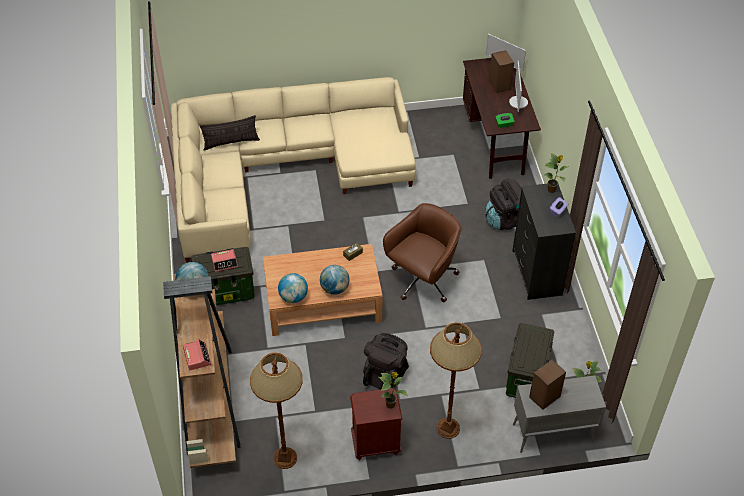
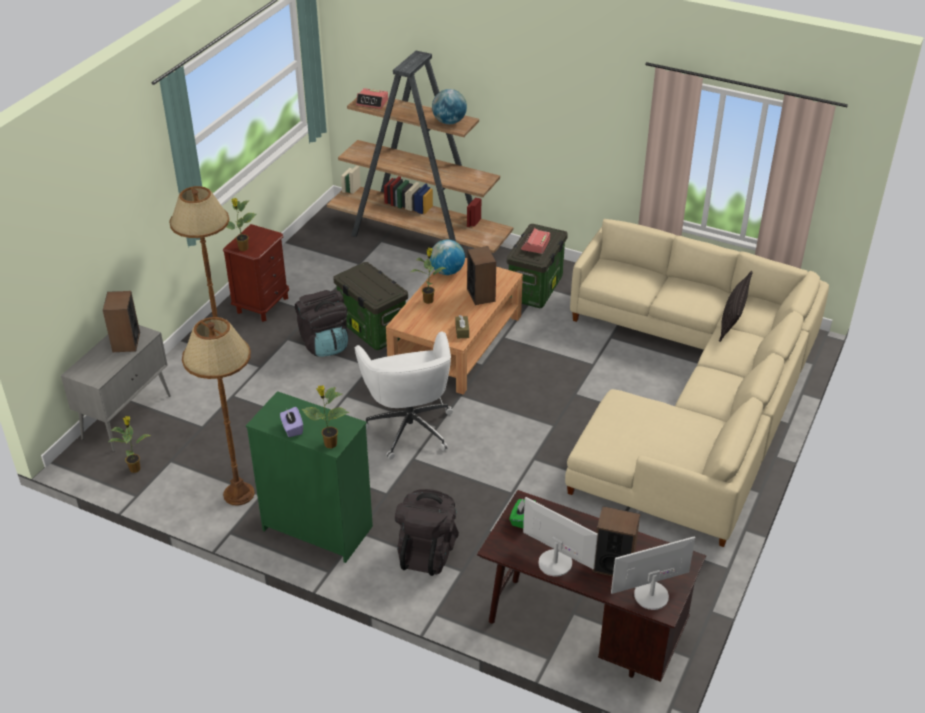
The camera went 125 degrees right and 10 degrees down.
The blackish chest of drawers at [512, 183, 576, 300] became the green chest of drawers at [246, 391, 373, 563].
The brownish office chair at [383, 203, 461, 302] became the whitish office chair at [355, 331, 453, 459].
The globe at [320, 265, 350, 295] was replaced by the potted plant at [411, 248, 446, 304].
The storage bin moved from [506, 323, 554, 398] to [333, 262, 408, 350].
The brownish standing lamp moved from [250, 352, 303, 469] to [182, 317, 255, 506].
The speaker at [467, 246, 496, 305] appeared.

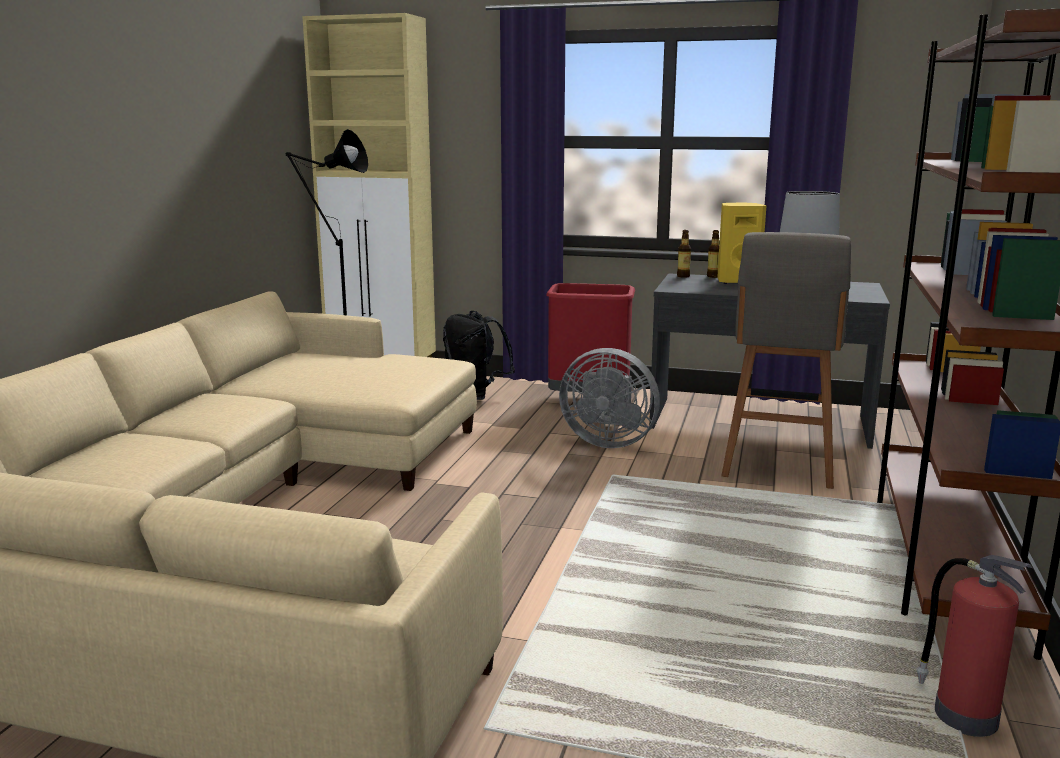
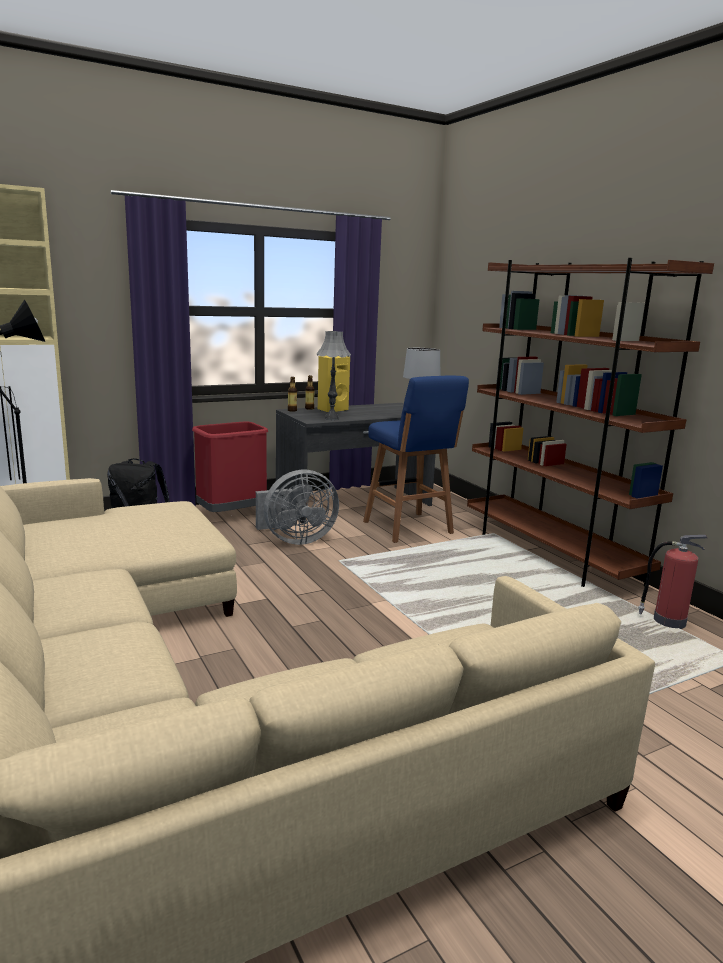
The camera went 45 degrees left and 0 degrees up.
The greyish stool at [721, 232, 851, 489] became the bluish stool at [363, 376, 469, 543].
The greyish table lamp at [317, 331, 351, 420] appeared.

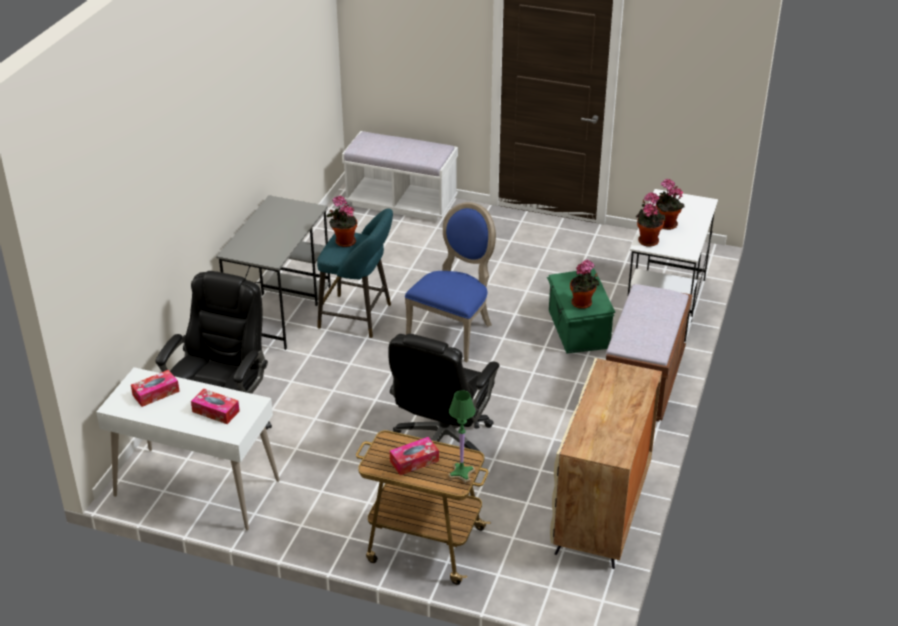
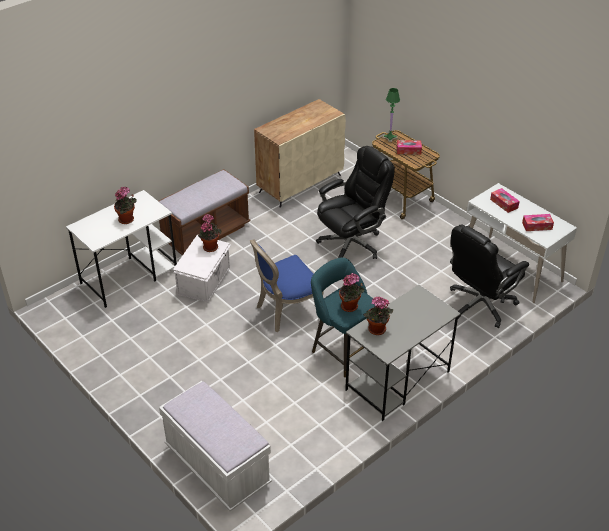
The camera went 150 degrees left and 5 degrees up.
The potted plant moved from [636, 192, 665, 247] to [363, 296, 393, 335].
The green storage bin at [547, 268, 615, 354] became the whitish storage bin at [173, 234, 231, 302].

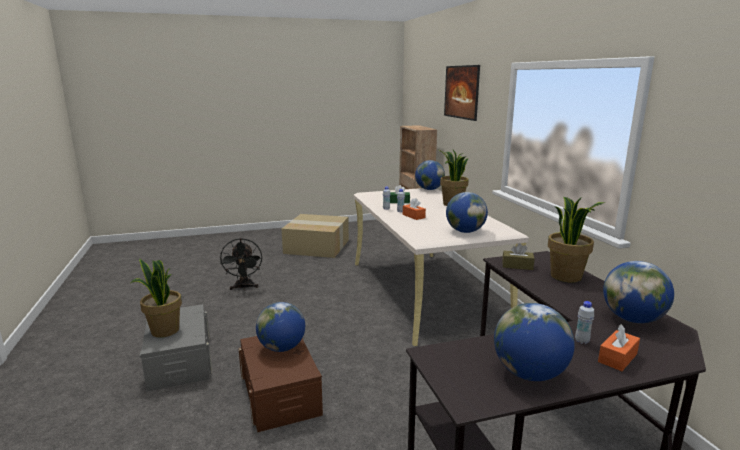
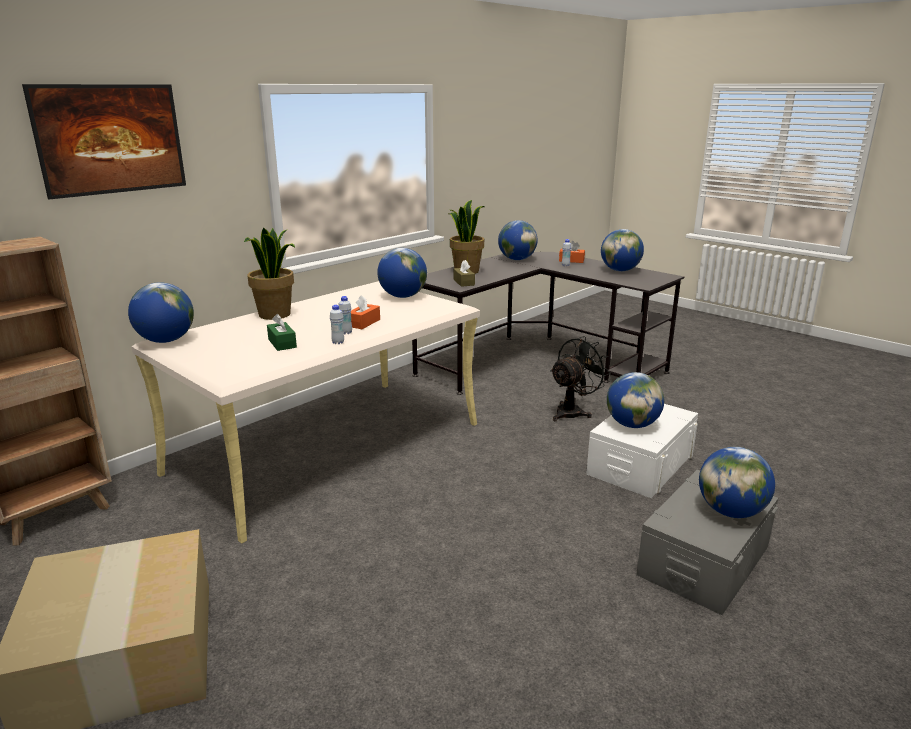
The camera went 120 degrees left and 5 degrees up.
The blackish electric fan moved from [220, 238, 262, 290] to [550, 336, 611, 421].
The potted plant at [131, 259, 182, 338] was replaced by the globe at [699, 447, 775, 518].
The brownish storage bin at [239, 336, 323, 432] became the whitish storage bin at [586, 404, 698, 498].

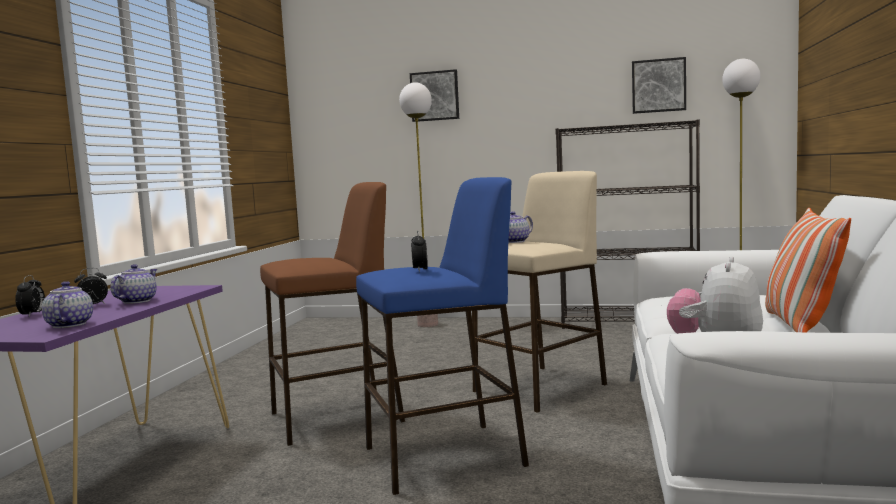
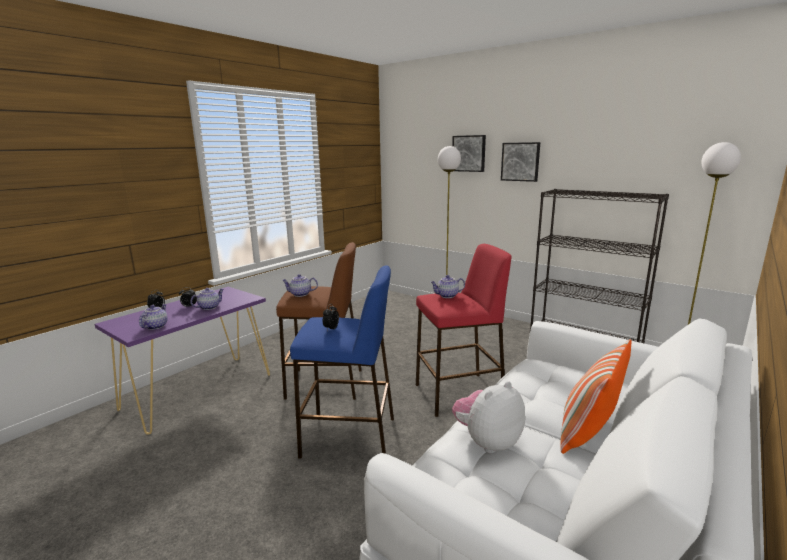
The camera went 25 degrees right and 10 degrees up.
The picture moved from [632, 57, 686, 114] to [501, 142, 540, 182].
The beige stool at [472, 171, 607, 413] became the red stool at [416, 244, 512, 417].
The tea pot at [282, 274, 318, 297] appeared.

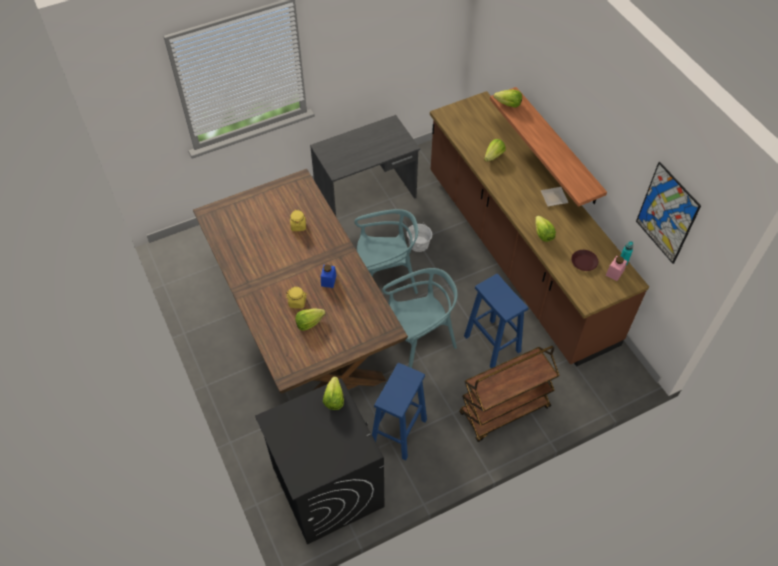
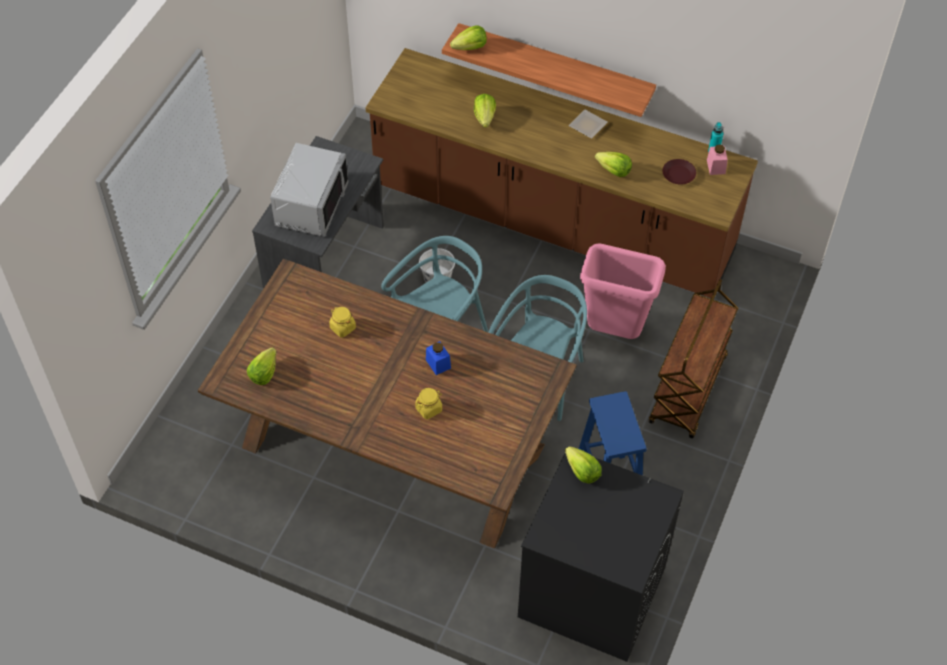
The camera went 40 degrees left and 0 degrees up.
The picture at [636, 162, 701, 264] disappeared.
The bluish stool at [464, 274, 528, 368] was replaced by the pink-coloured rubbish bin at [580, 243, 666, 339].
The head of lettuce moved from [295, 308, 326, 331] to [247, 347, 277, 385].
The greyish microwave at [270, 143, 348, 237] appeared.

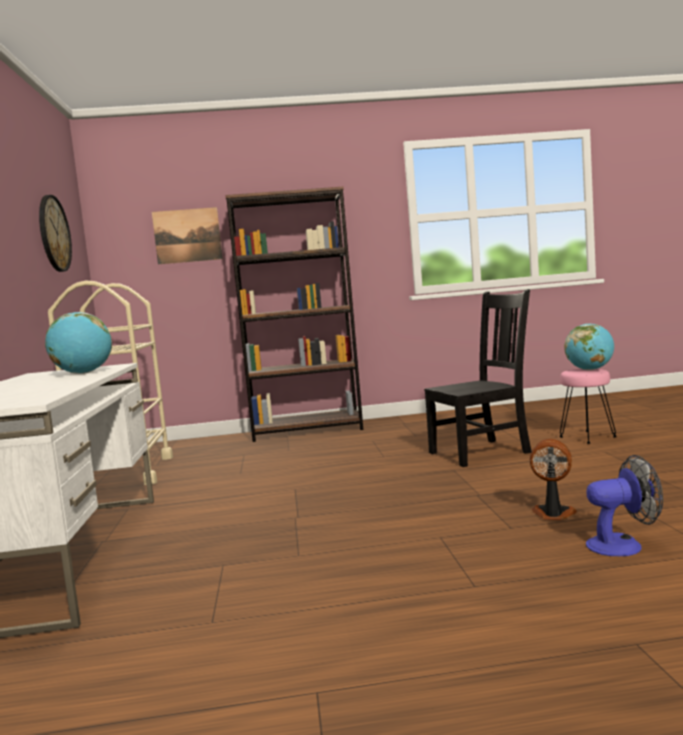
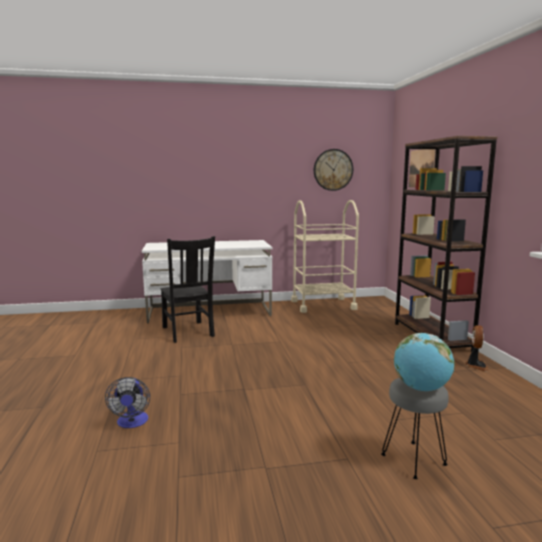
The camera went 85 degrees right and 5 degrees up.
The blackish chair moved from [424, 289, 532, 467] to [161, 236, 215, 343].
The globe at [45, 312, 112, 374] disappeared.
The pink-coloured stool at [560, 369, 617, 444] became the greyish stool at [381, 378, 449, 479].
The electric fan moved from [530, 439, 577, 520] to [465, 325, 489, 371].

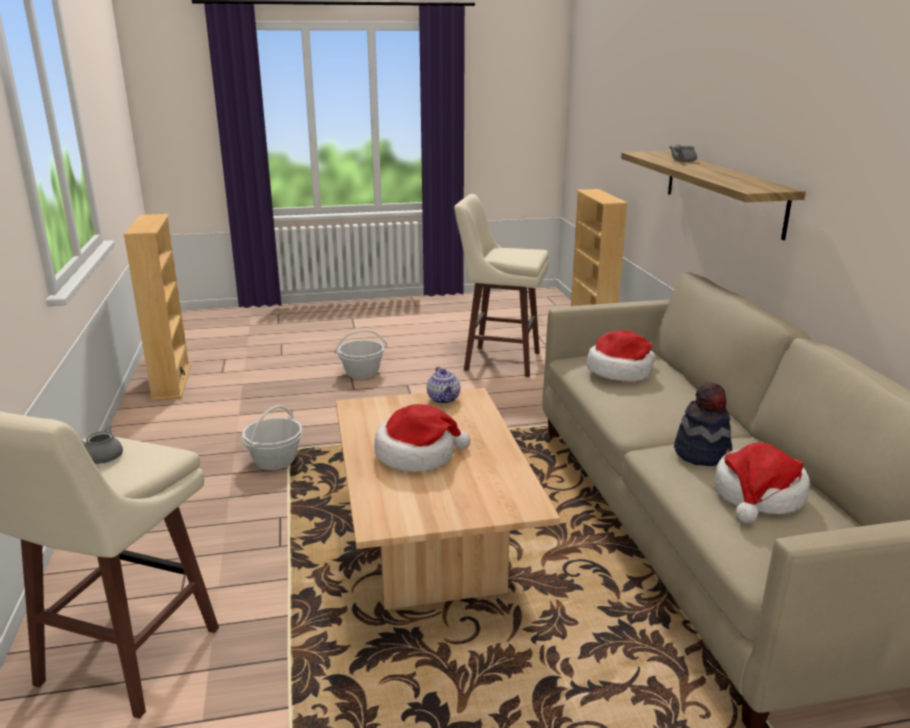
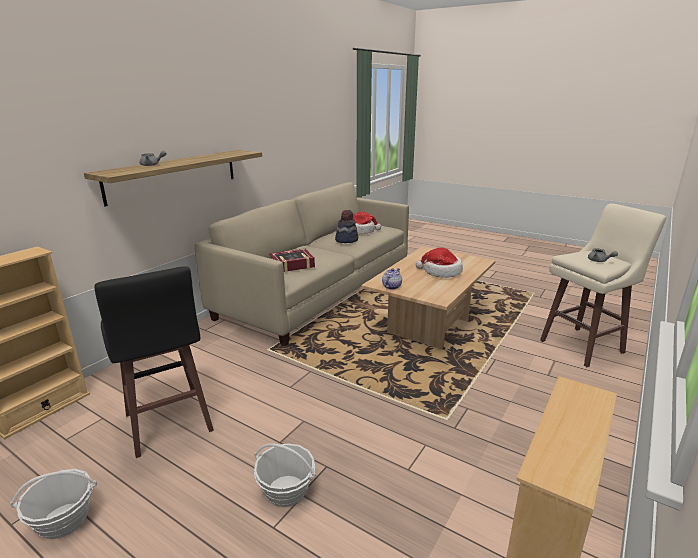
The camera went 135 degrees left and 0 degrees up.
The beige stool at [454, 194, 549, 377] became the blackish stool at [94, 266, 214, 458].
The wearable hat at [587, 330, 656, 382] was replaced by the volume at [269, 249, 315, 272].
The storage basket moved from [242, 405, 302, 470] to [10, 469, 97, 539].

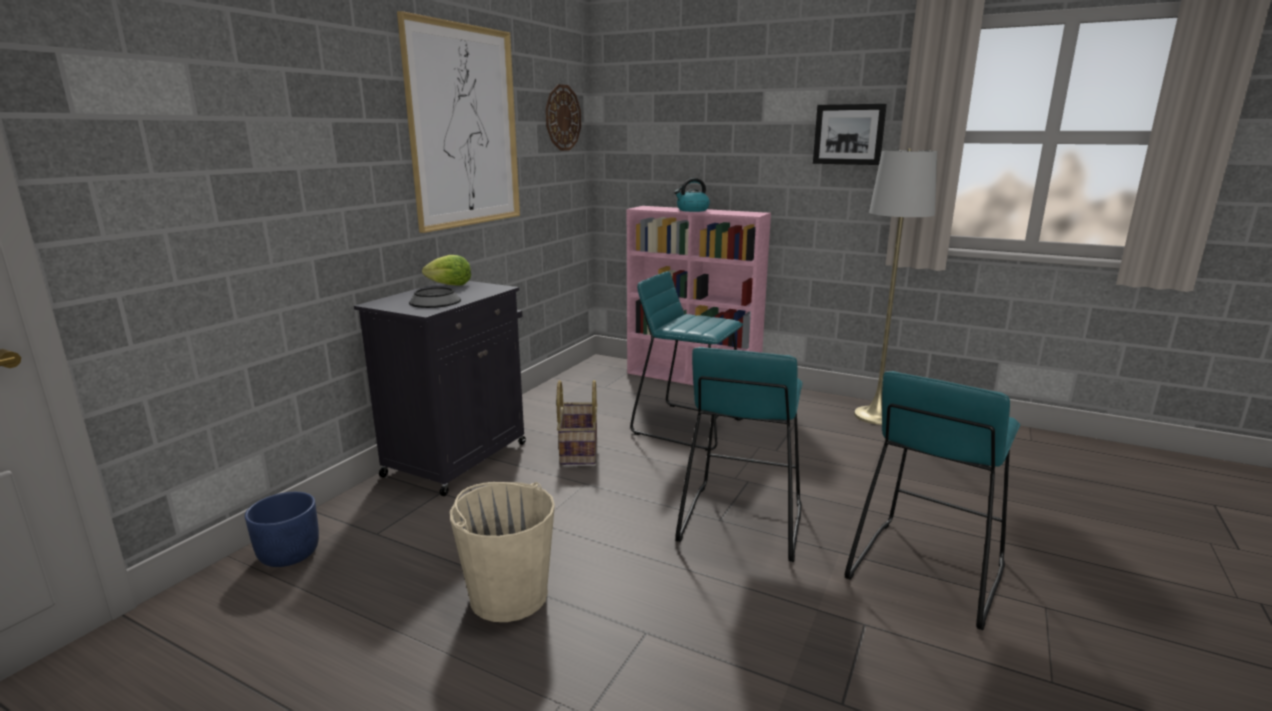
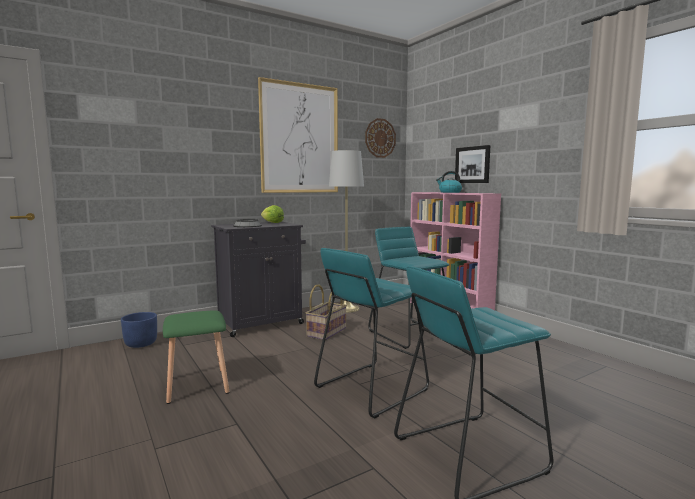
The camera went 30 degrees right and 10 degrees down.
The picture moved from [813, 104, 887, 165] to [455, 145, 490, 183].
The greyish standing lamp moved from [854, 149, 937, 425] to [329, 150, 364, 313].
The beige pail at [450, 482, 555, 622] was replaced by the green stool at [163, 310, 230, 404].

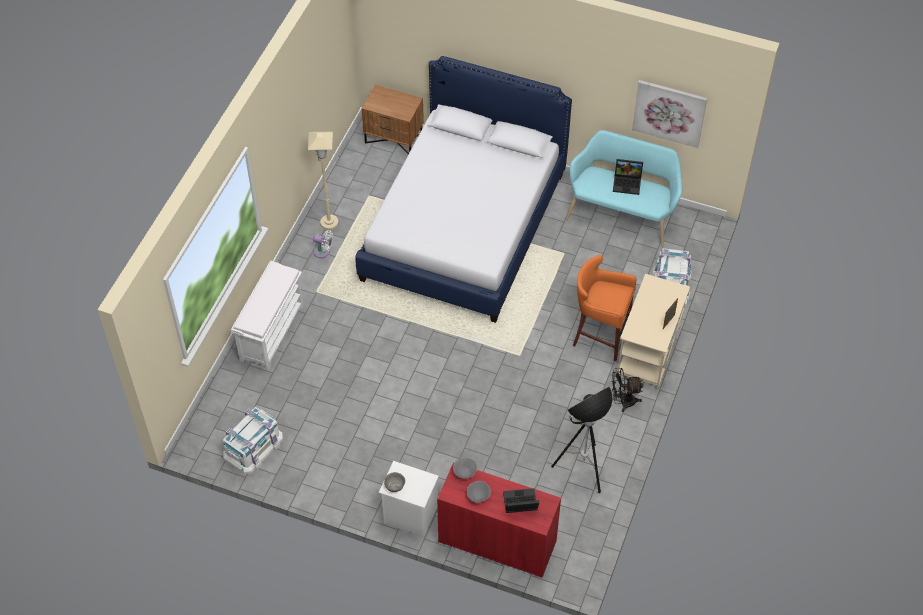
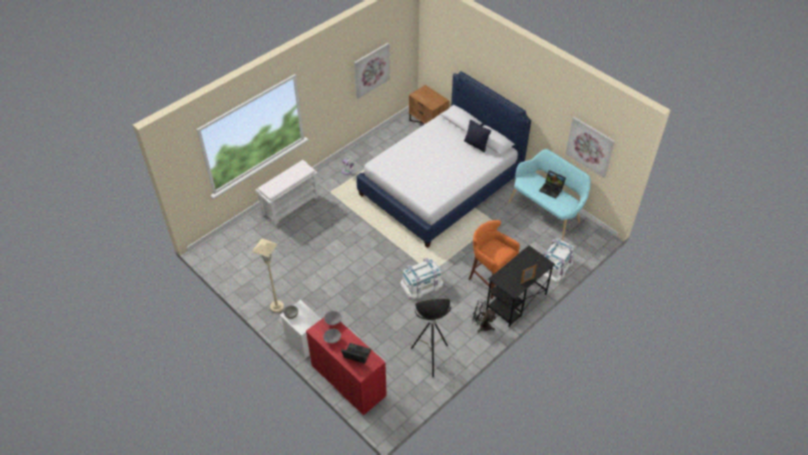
The camera went 25 degrees right and 5 degrees down.
The beige standing lamp moved from [308, 132, 338, 230] to [252, 238, 284, 313].
The beige desk unit at [617, 274, 690, 390] became the blackish desk unit at [486, 245, 555, 327].
The whitish storage bin moved from [223, 407, 283, 474] to [400, 258, 443, 299].
The picture at [354, 43, 390, 99] appeared.
The blackish cushion at [464, 120, 491, 152] appeared.

